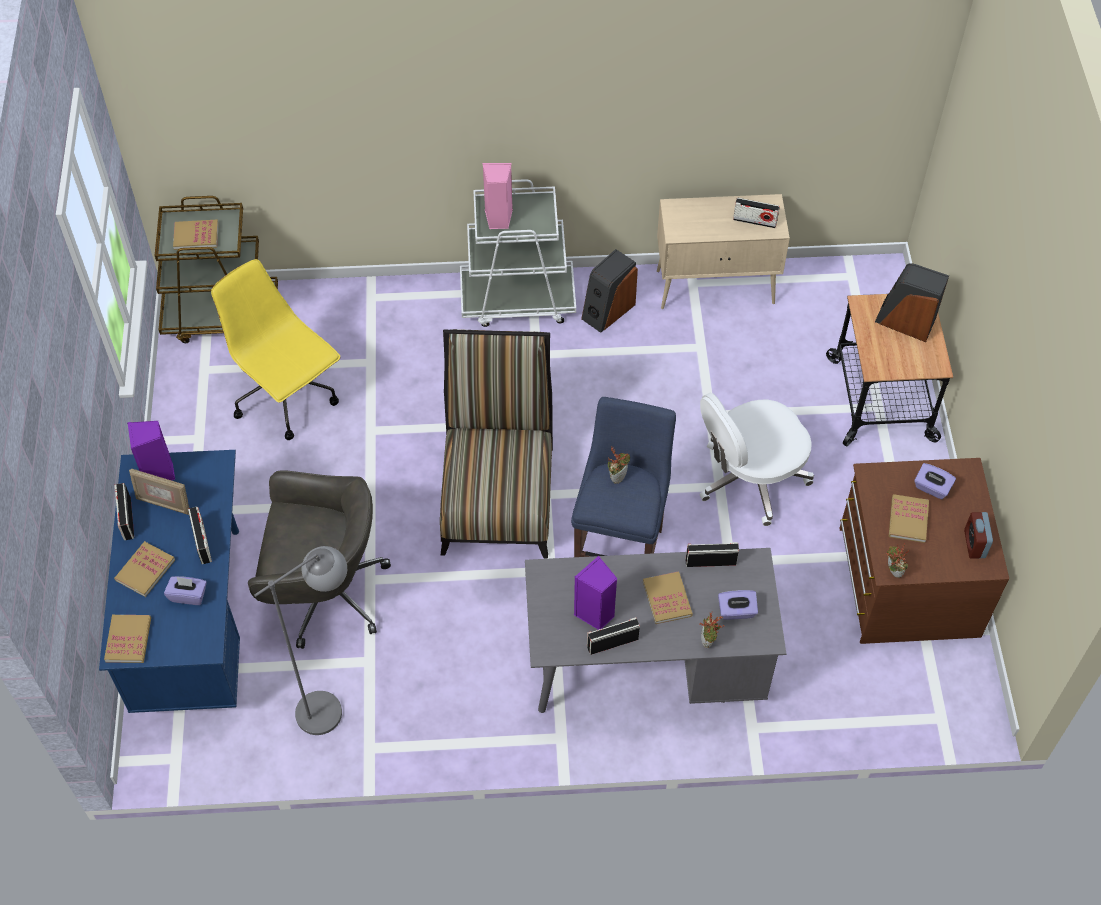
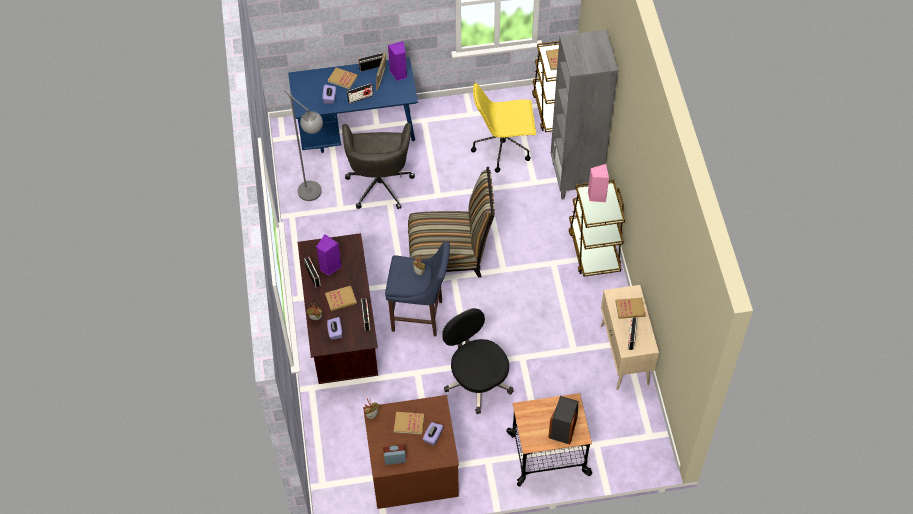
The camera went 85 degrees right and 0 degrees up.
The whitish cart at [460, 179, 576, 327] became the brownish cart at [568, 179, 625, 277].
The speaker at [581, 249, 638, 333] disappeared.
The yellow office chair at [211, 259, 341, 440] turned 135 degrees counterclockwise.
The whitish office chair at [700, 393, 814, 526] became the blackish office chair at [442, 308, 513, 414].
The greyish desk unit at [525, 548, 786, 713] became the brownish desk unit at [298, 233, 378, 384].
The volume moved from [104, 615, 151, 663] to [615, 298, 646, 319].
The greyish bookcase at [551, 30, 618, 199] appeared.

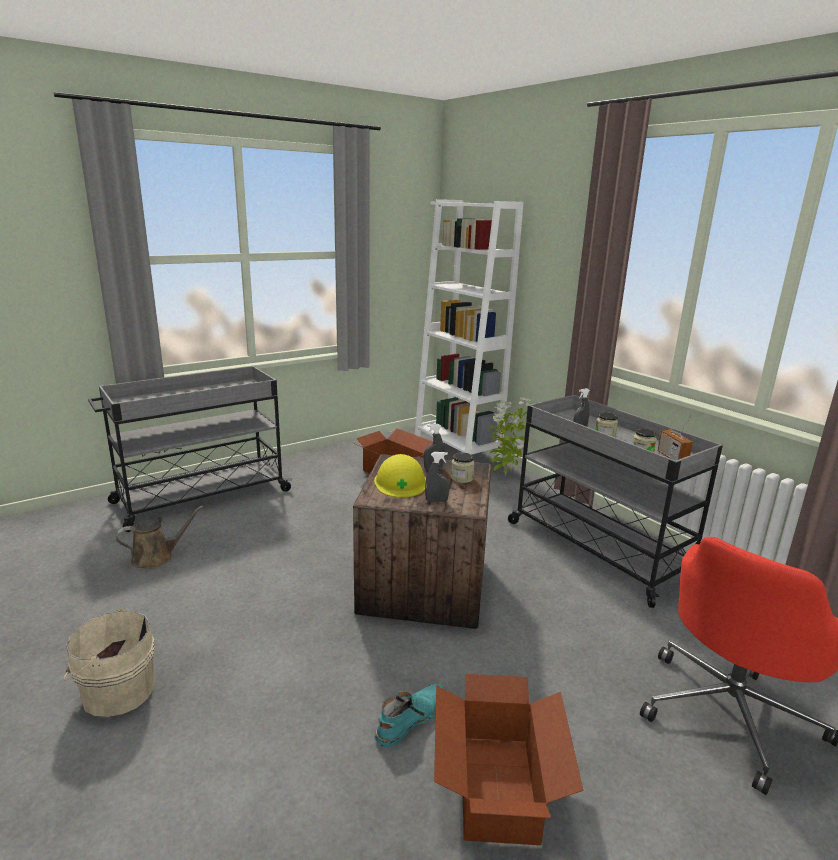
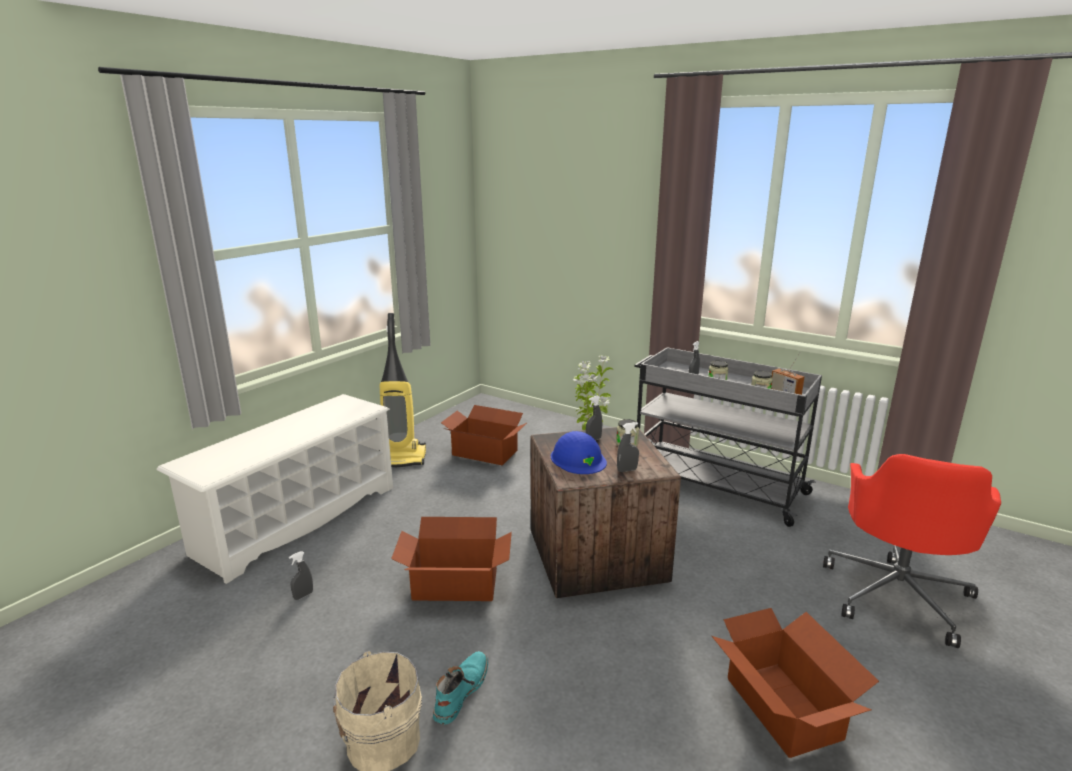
The camera went 20 degrees left and 0 degrees up.
The whitish bookcase at [415, 199, 523, 462] disappeared.
The greyish cart at [88, 366, 293, 532] was replaced by the whitish shoe shelf at [156, 394, 393, 584].
The yellow work helmet at [374, 454, 426, 498] became the bluish work helmet at [551, 431, 607, 474].
The brownish sprinkling can at [116, 506, 203, 569] was replaced by the greyish sprayer at [289, 551, 313, 600].
The turquoise-coloured high-top boot moved from [375, 683, 446, 748] to [433, 651, 488, 725].
The vacuum cleaner at [380, 313, 426, 467] appeared.
The cardboard box at [391, 517, 512, 601] appeared.

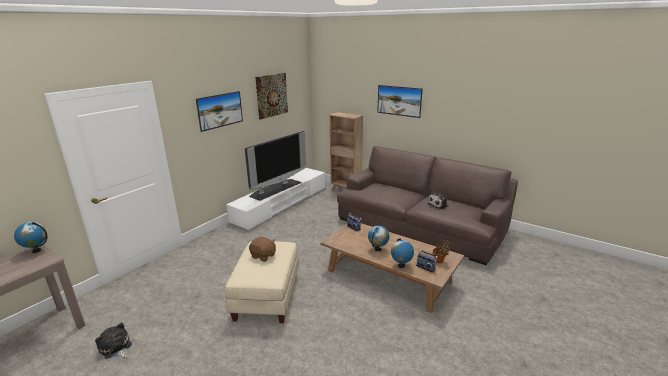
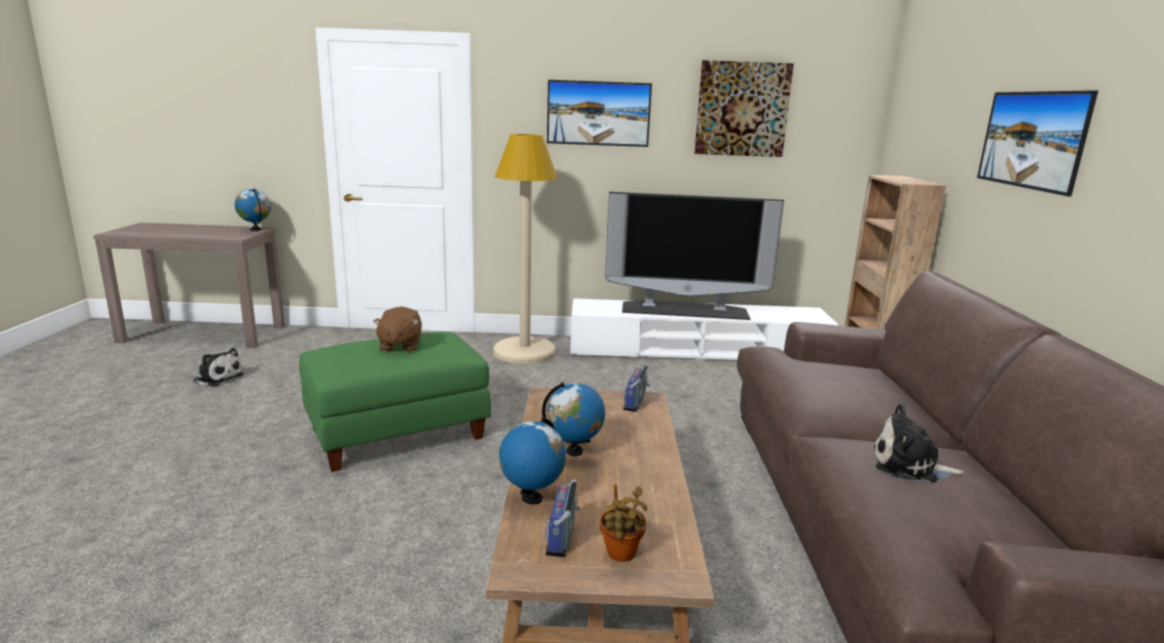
The camera went 55 degrees right and 5 degrees down.
The beige pouffe at [225, 241, 299, 323] became the green pouffe at [299, 332, 491, 472].
The cuddly toy at [95, 323, 132, 359] turned 105 degrees clockwise.
The beige standing lamp at [494, 134, 557, 364] appeared.

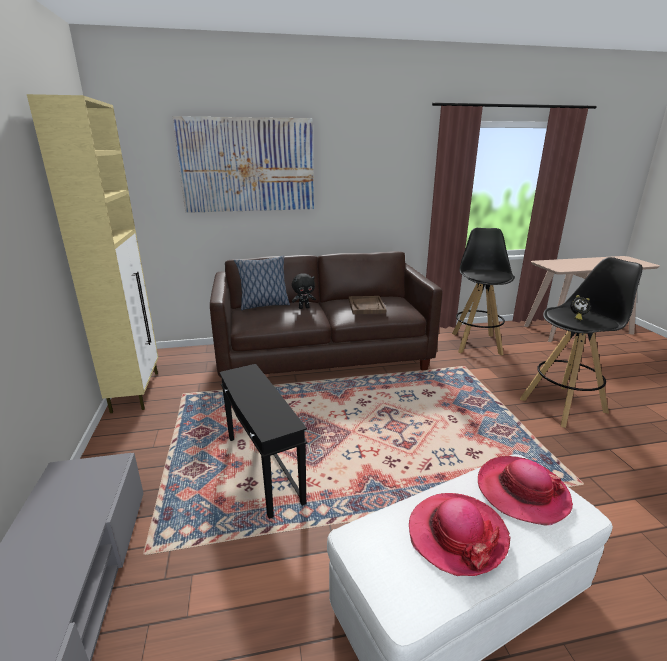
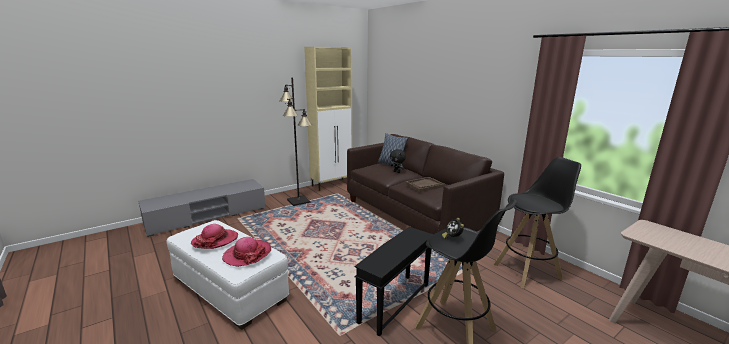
The camera went 65 degrees right and 5 degrees down.
The picture at [173, 116, 314, 213] disappeared.
The blackish accent table moved from [219, 364, 307, 519] to [354, 227, 434, 337].
The blackish standing lamp at [280, 78, 312, 206] appeared.

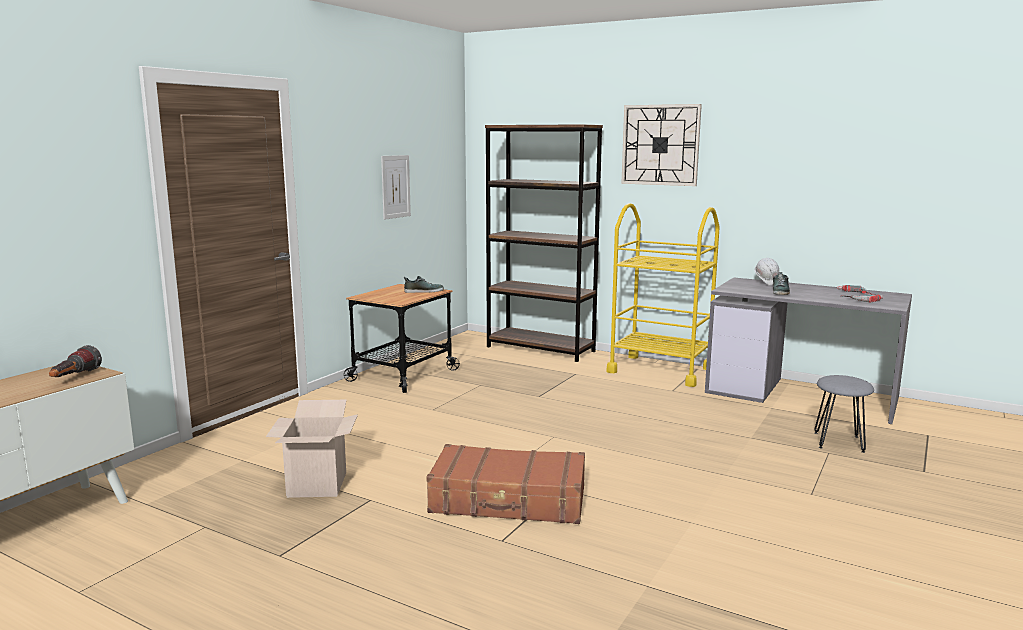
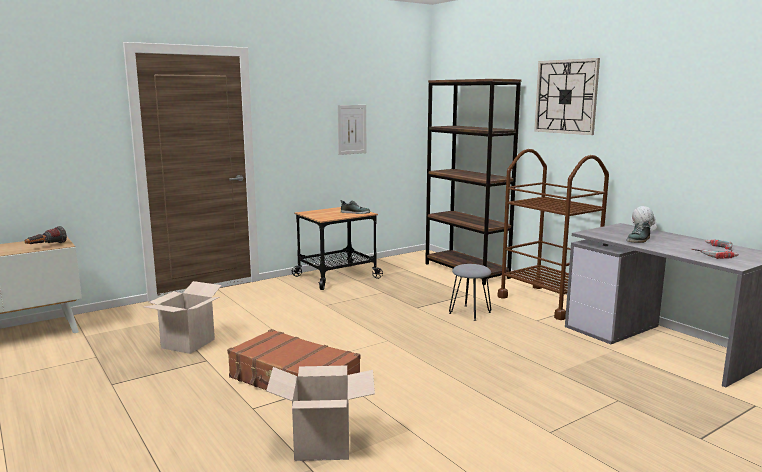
The camera went 25 degrees right and 0 degrees up.
The yellow cart at [607, 203, 720, 387] became the brownish cart at [497, 149, 609, 320].
The greyish stool moved from [814, 375, 874, 453] to [449, 264, 491, 321].
The cardboard box at [266, 365, 375, 461] appeared.

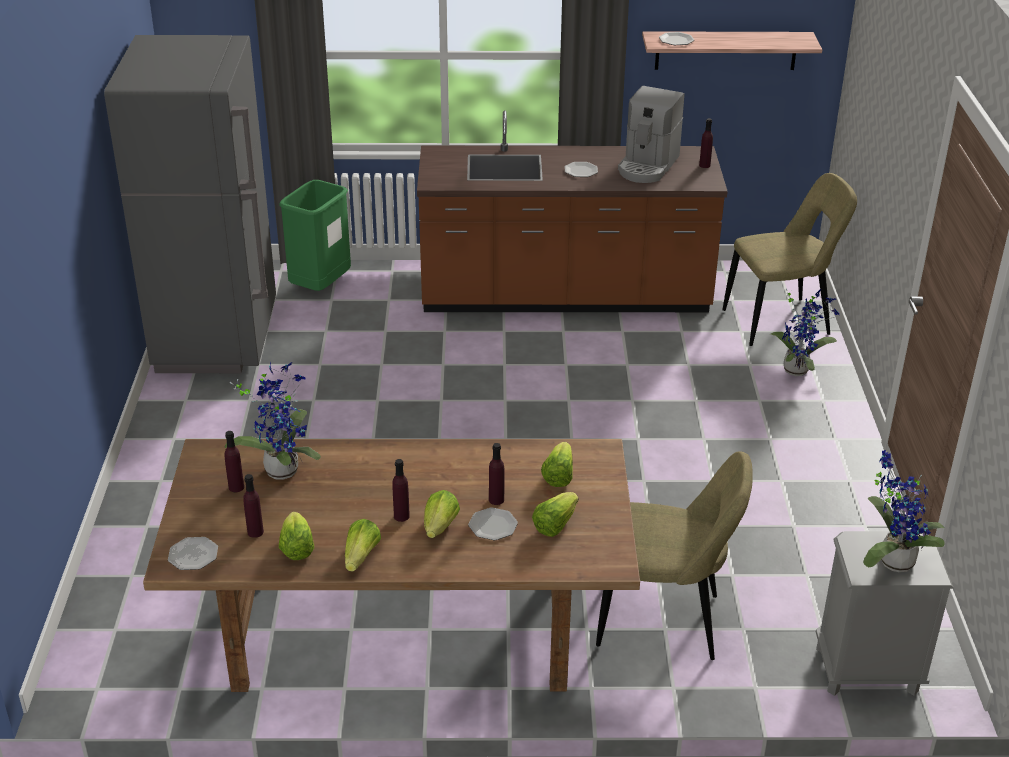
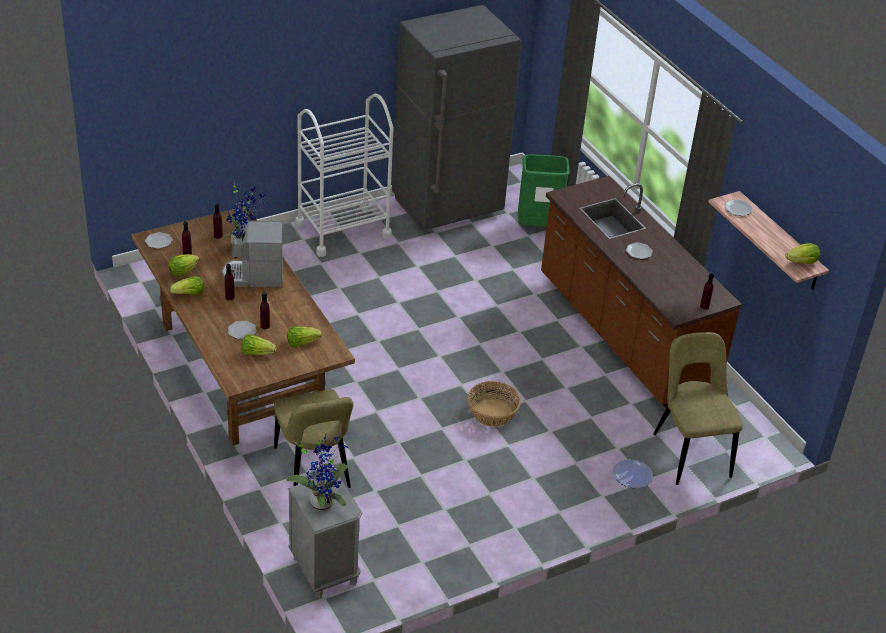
The camera went 60 degrees right and 5 degrees up.
The coffee machine moved from [618, 86, 684, 183] to [222, 221, 283, 287].
The beige chair at [723, 173, 857, 346] turned 150 degrees counterclockwise.
The potted plant at [770, 288, 840, 376] was replaced by the dinner plate at [613, 459, 653, 488].
The head of lettuce moved from [424, 490, 460, 538] to [785, 243, 820, 264].
The whitish cart at [295, 94, 394, 257] appeared.
The storage basket at [467, 381, 521, 427] appeared.

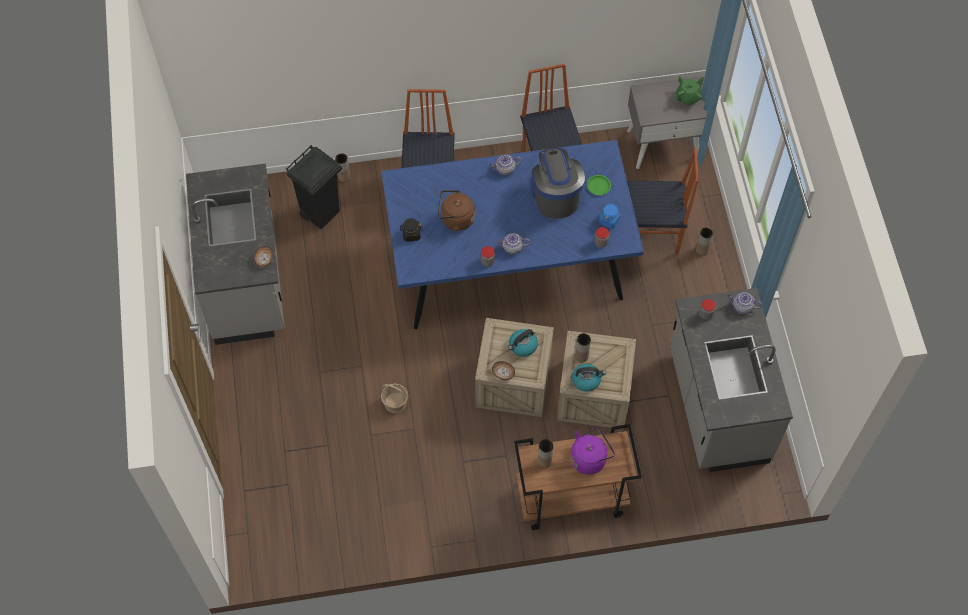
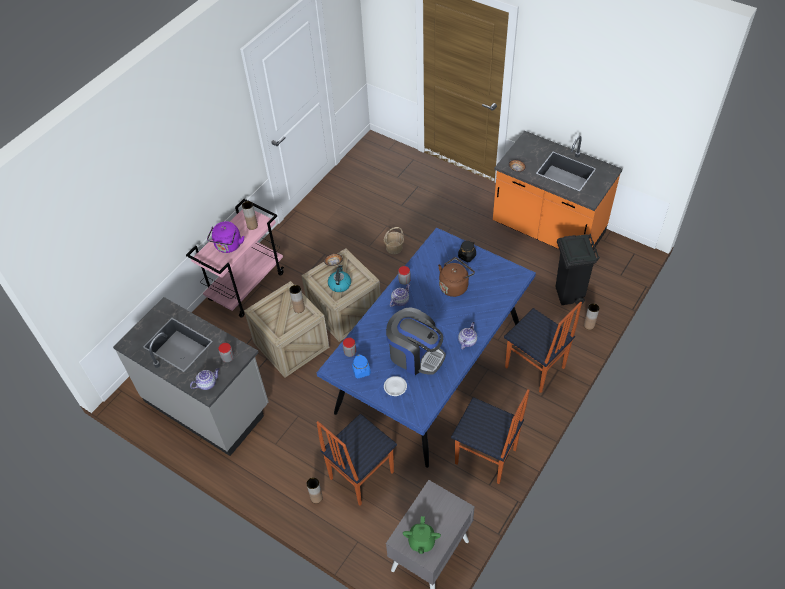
The camera went 135 degrees right and 10 degrees down.
The greyish kitchen base unit at [186, 163, 285, 345] became the orangey kitchen base unit at [493, 131, 623, 250].
The green dinner plate at [587, 175, 611, 195] became the whitish dinner plate at [384, 376, 407, 396].
The water kettle at [572, 364, 606, 392] disappeared.
The brownish cart at [514, 424, 642, 530] became the pink-coloured cart at [186, 199, 284, 318].

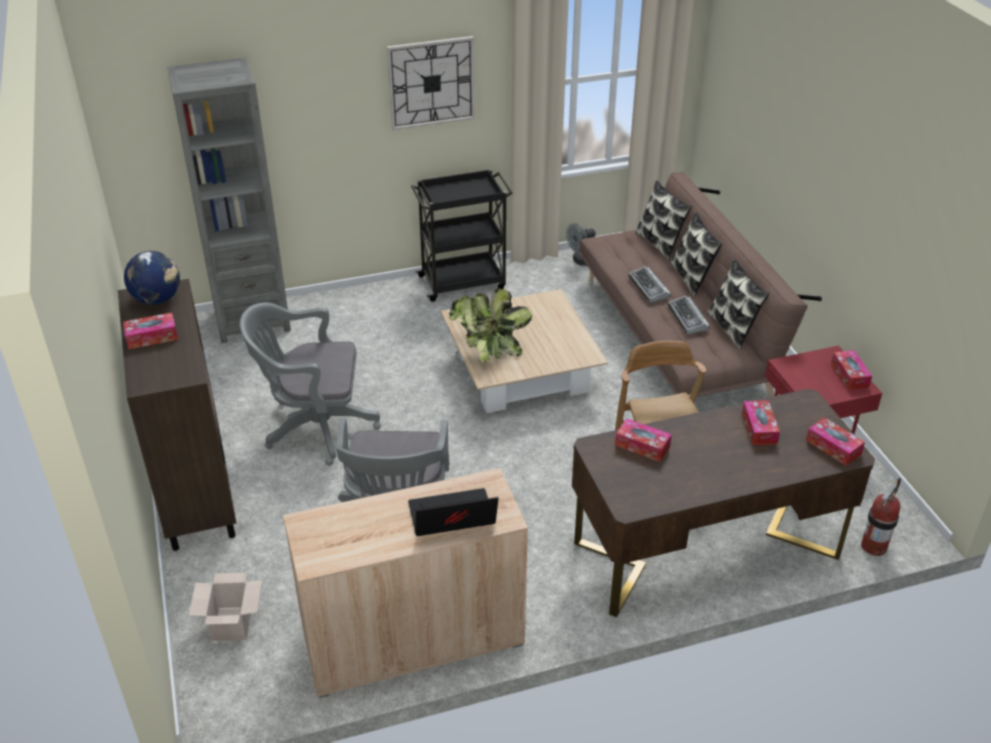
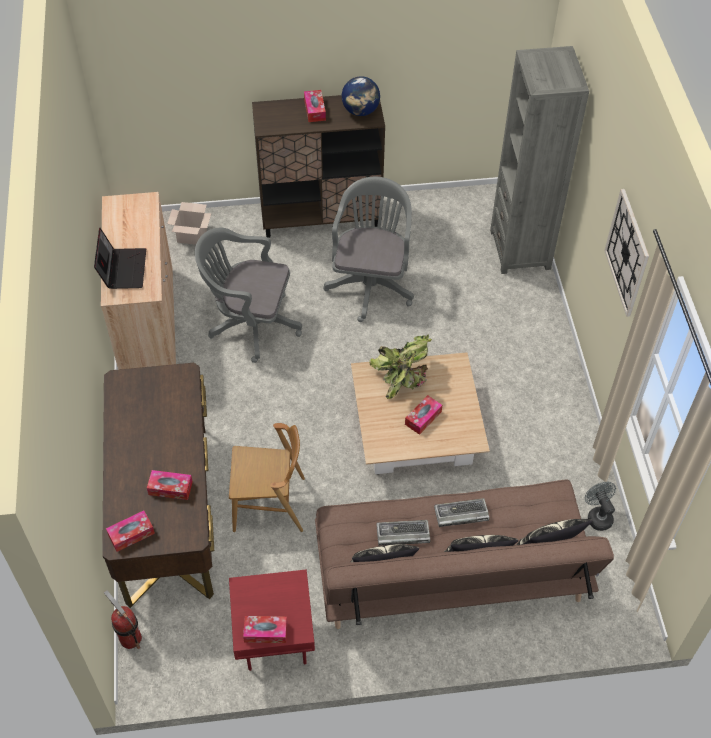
The camera went 100 degrees right and 15 degrees up.
The blackish cart at [411, 169, 513, 302] disappeared.
The tissue holder moved from [615, 419, 672, 462] to [405, 395, 442, 435].

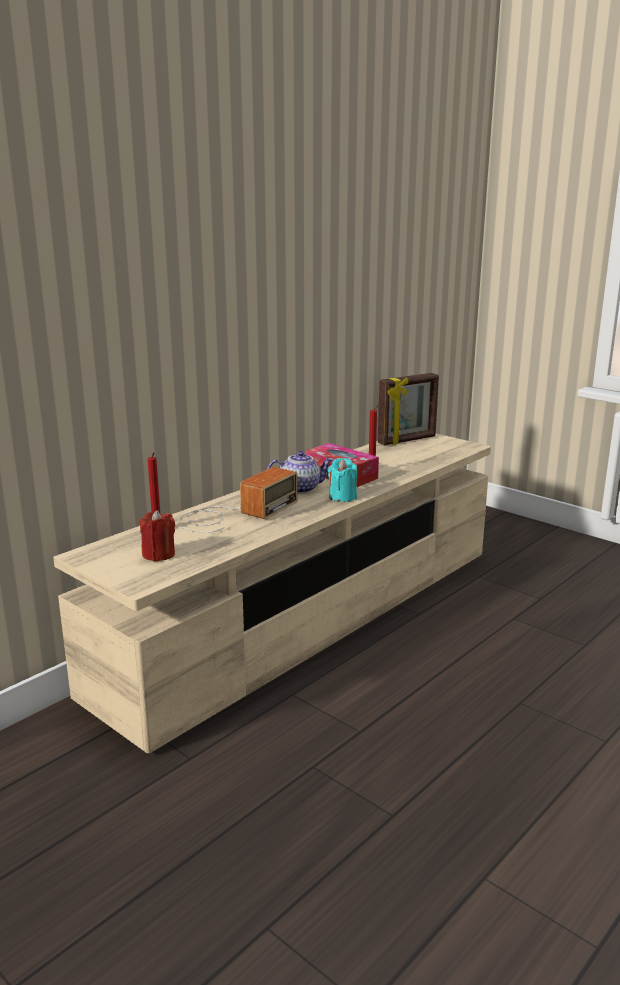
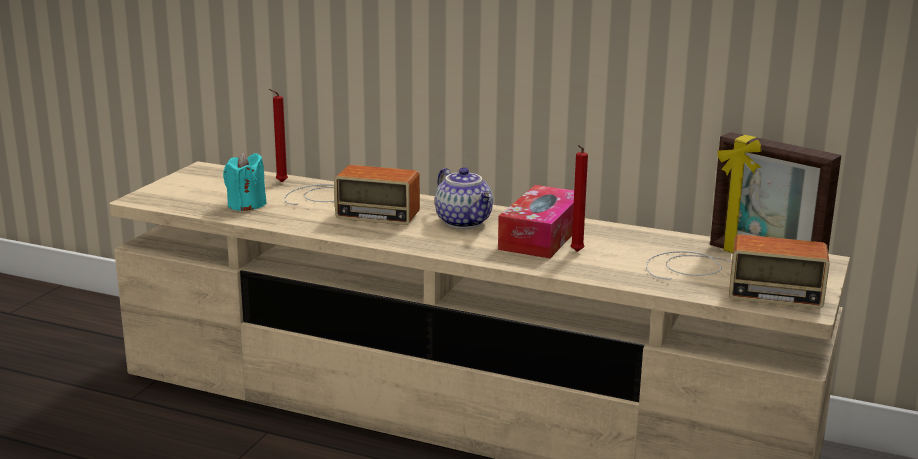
The camera went 70 degrees right and 0 degrees up.
The turquoise-coloured wax candle moved from [328, 458, 357, 502] to [223, 152, 267, 211].
The red wax candle at [140, 510, 175, 562] disappeared.
The radio at [646, 234, 829, 309] appeared.

